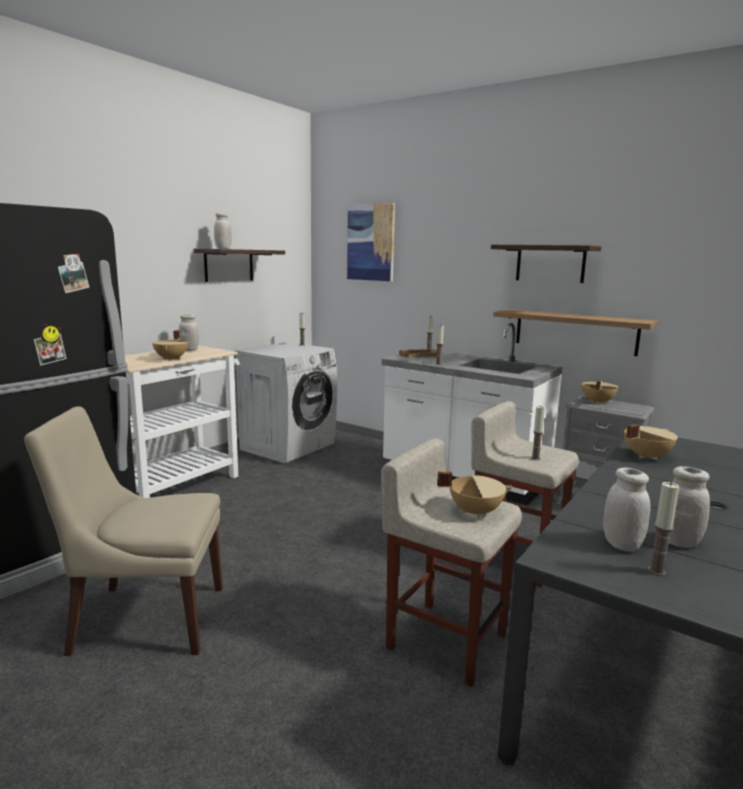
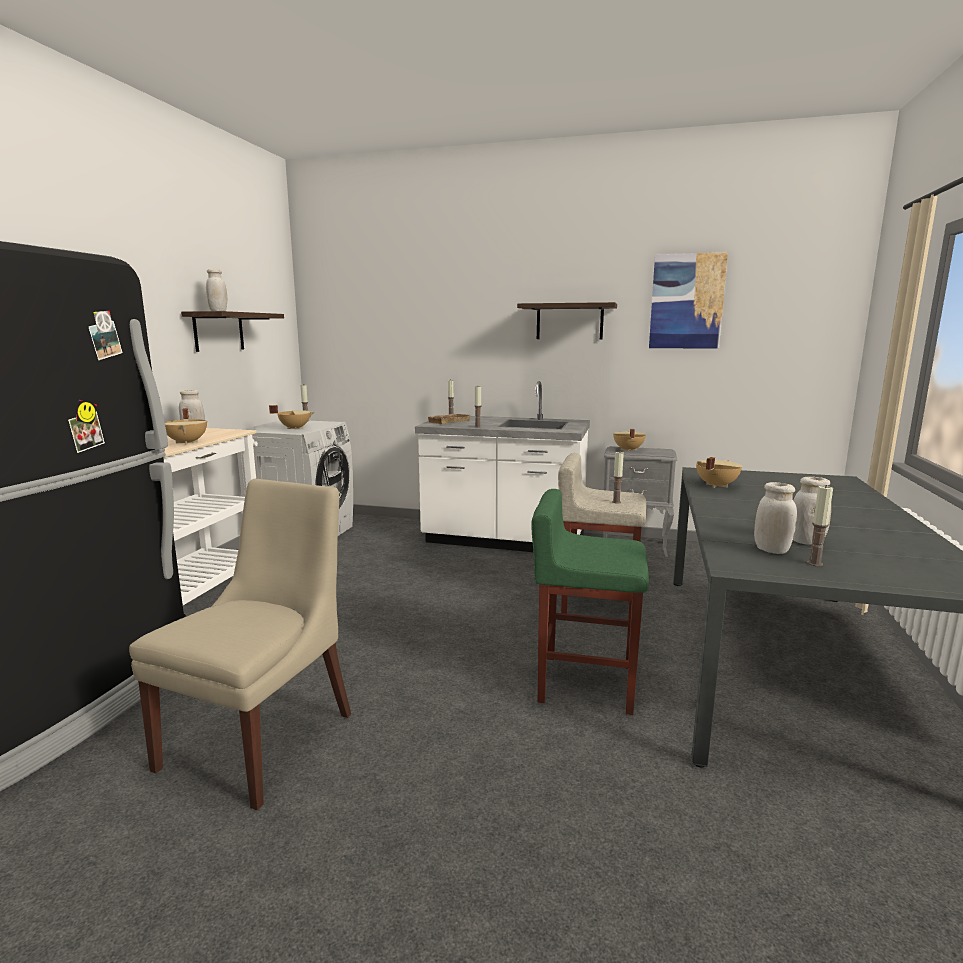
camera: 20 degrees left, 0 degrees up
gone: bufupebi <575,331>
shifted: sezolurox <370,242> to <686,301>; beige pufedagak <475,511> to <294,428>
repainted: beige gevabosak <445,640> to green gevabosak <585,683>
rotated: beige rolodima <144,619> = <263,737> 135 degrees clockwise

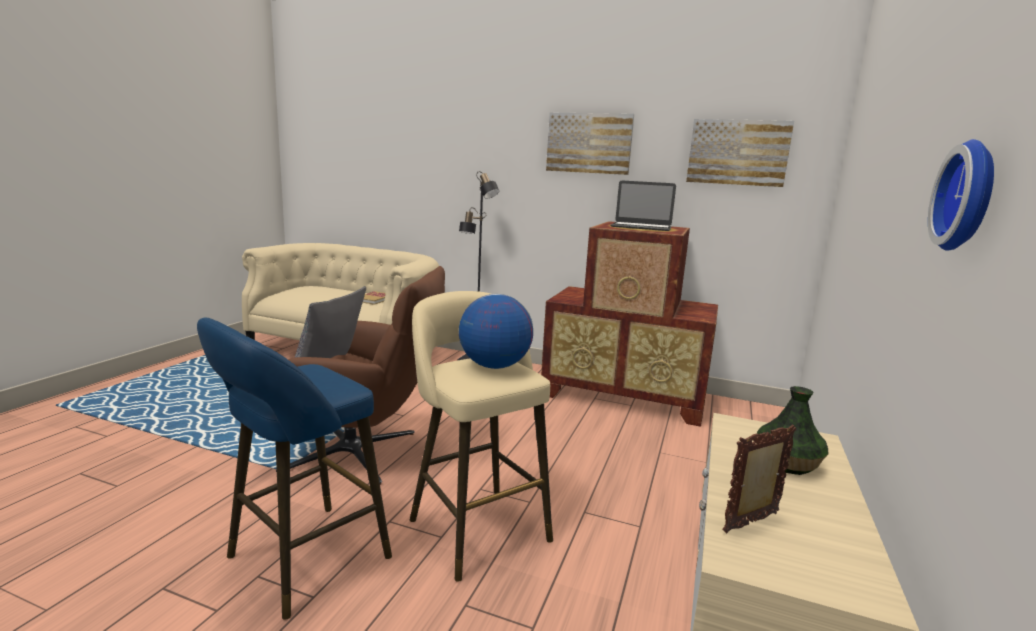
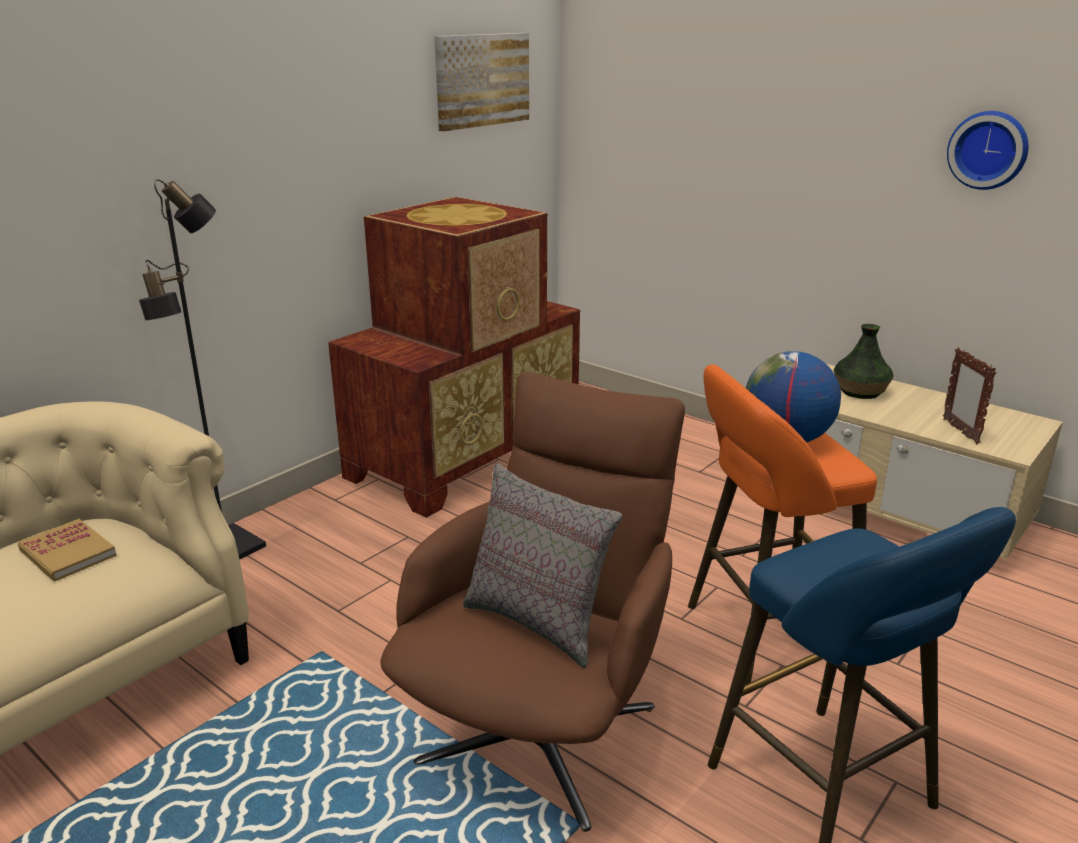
camera: 70 degrees left, 10 degrees up
gone: sezolurox <589,143>; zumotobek <641,227>
repainted: beige gevabosak <475,525> to orange gevabosak <762,635>

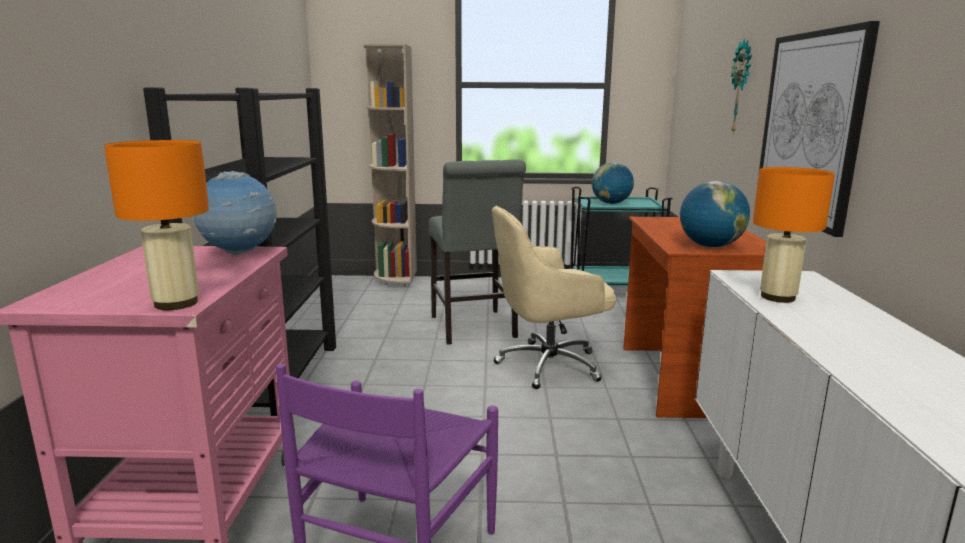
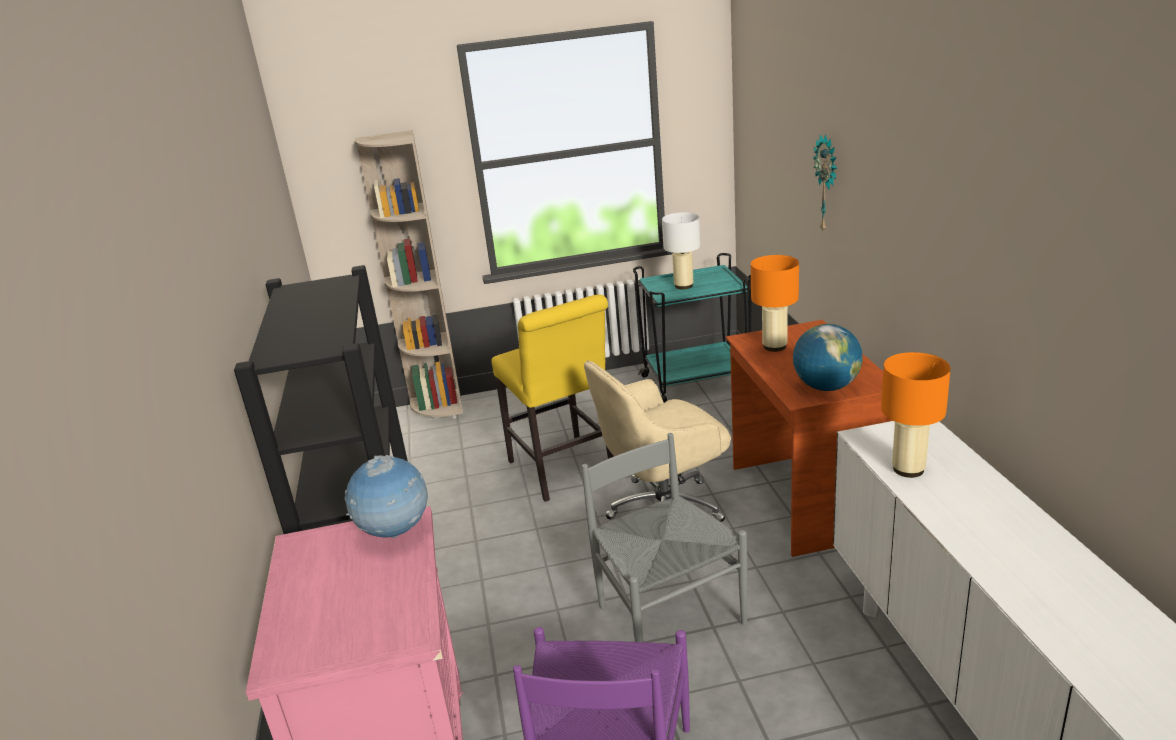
camera: 10 degrees left, 10 degrees up
gone: sezolurox <809,127>
new: grey rolodima <666,616>
shifted: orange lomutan <177,303> to <775,346>
swapped: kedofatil <611,203> to white lomutan <683,286>
repainted: grey gevabosak <473,329> to yellow gevabosak <564,472>

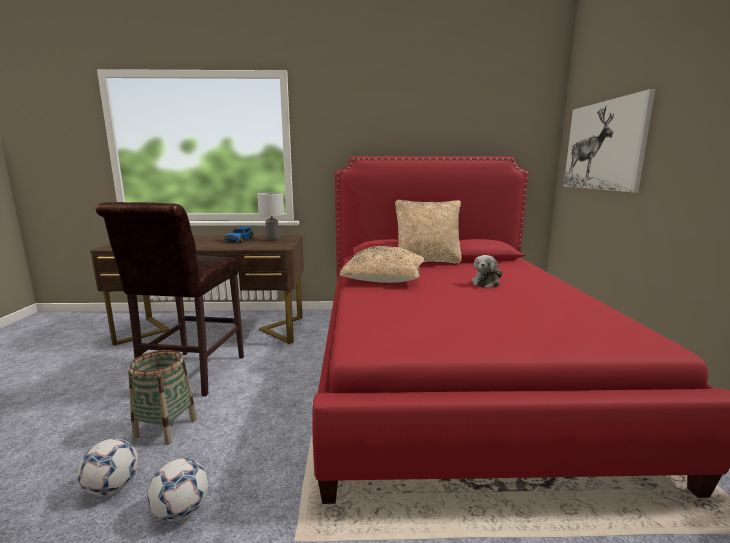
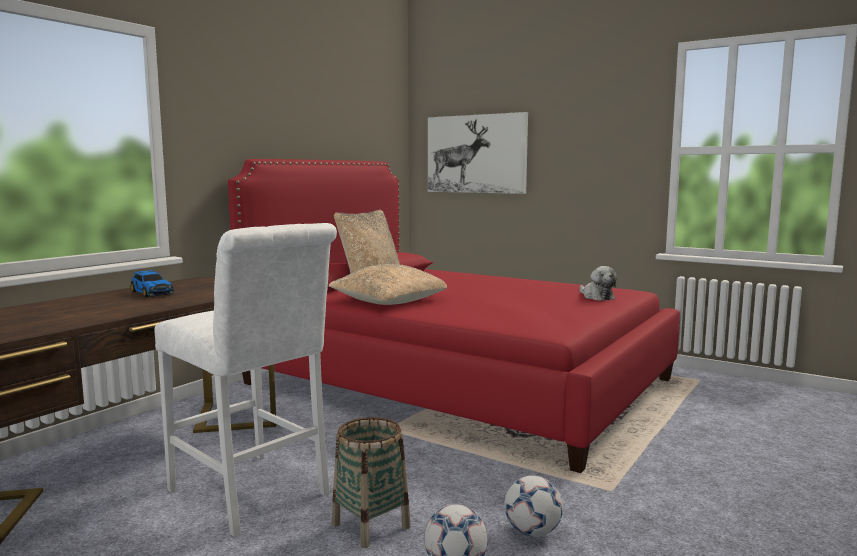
camera: 55 degrees left, 5 degrees down
gone: white lomutan <272,240>
shifted: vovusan <486,283> to <596,297>
repainted: brown gevabosak <190,375> to white gevabosak <252,495>

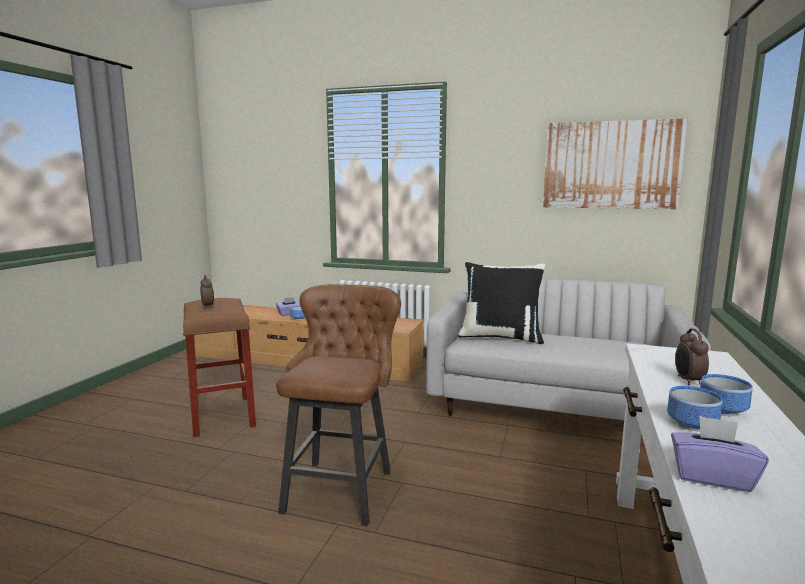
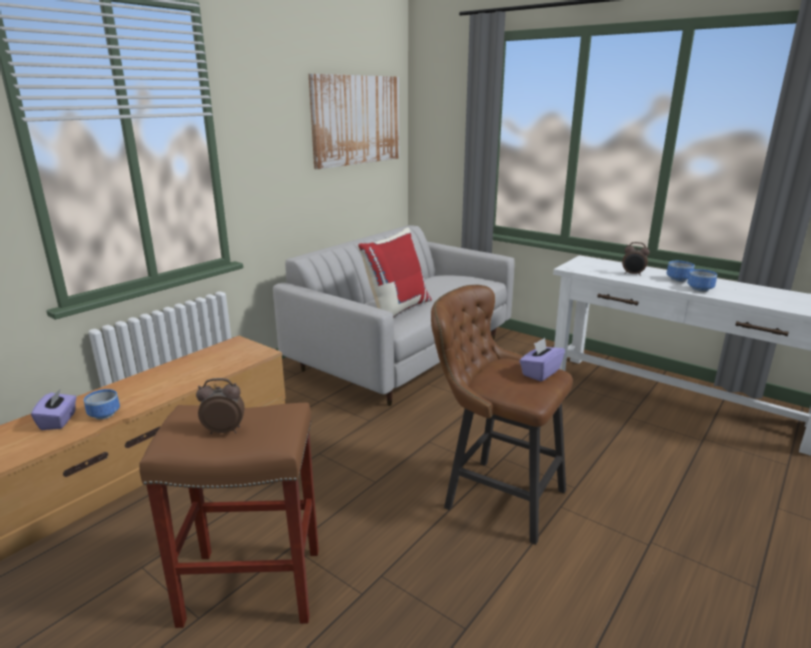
camera: 70 degrees left, 10 degrees up
shifted: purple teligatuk <711,477> to <540,372>
repainted: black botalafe <501,337> to red botalafe <396,309>

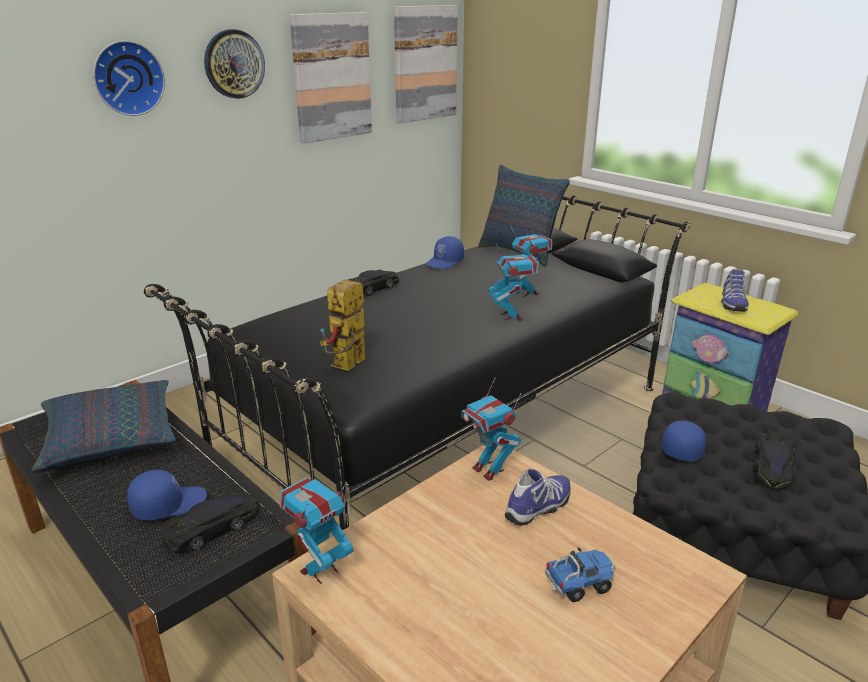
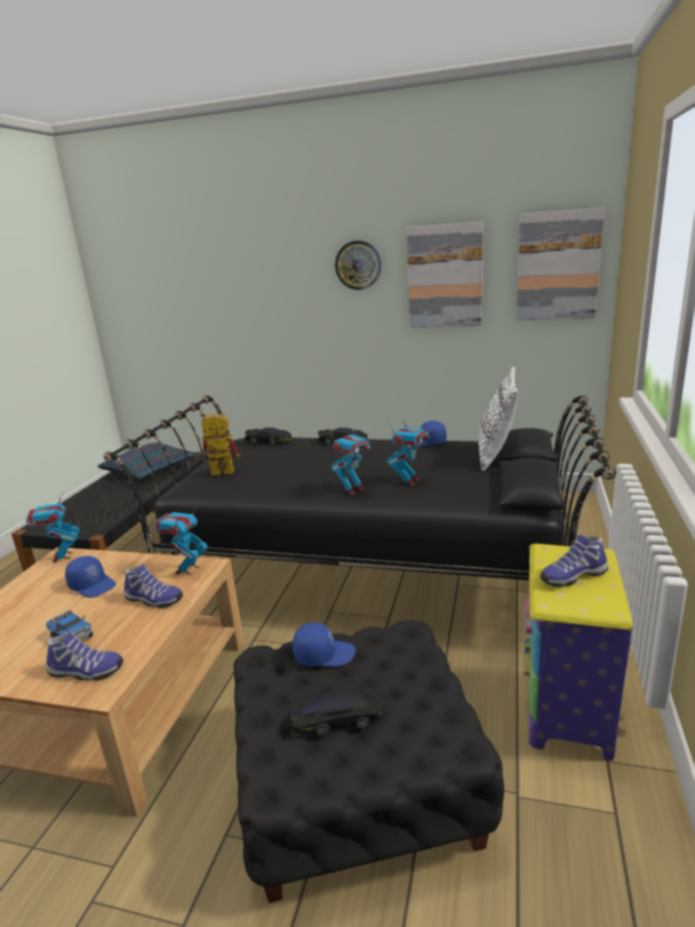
camera: 60 degrees right, 5 degrees down
gone: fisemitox <127,78>
new: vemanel <85,672>
shifted: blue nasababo <169,504> to <93,585>; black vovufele <212,528> to <269,441>
repainted: blue botalafe <519,253> to white botalafe <496,455>
rotated: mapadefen <320,570> = <62,557> 120 degrees counterclockwise

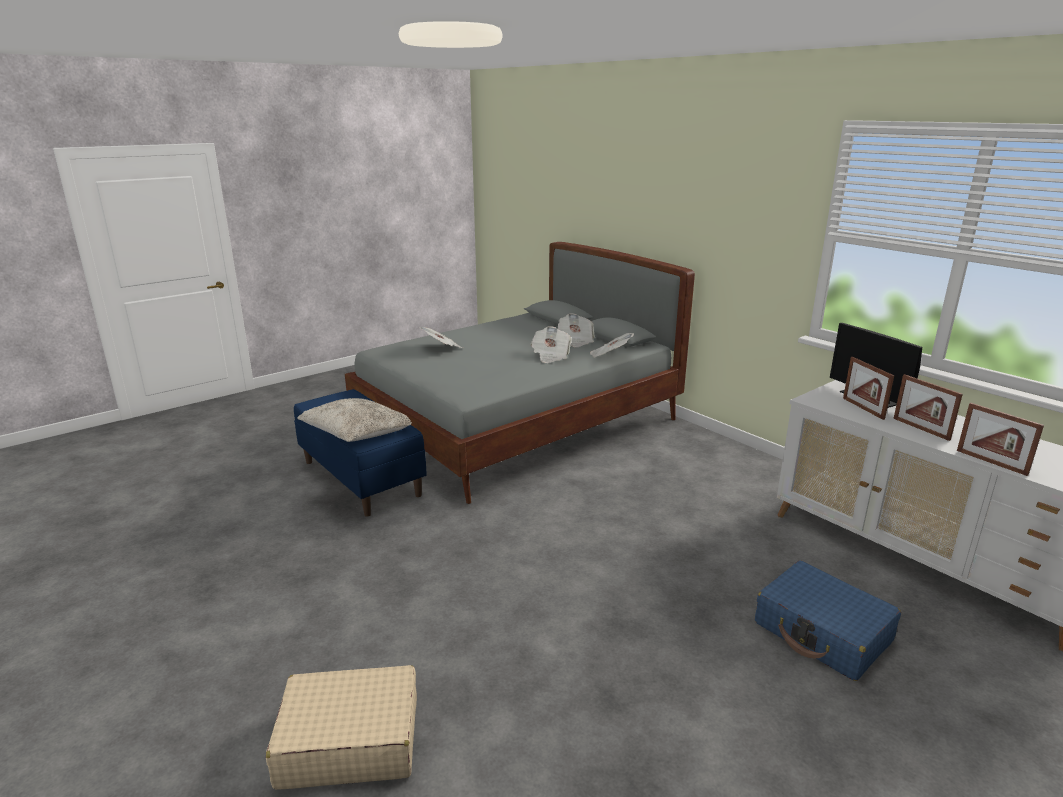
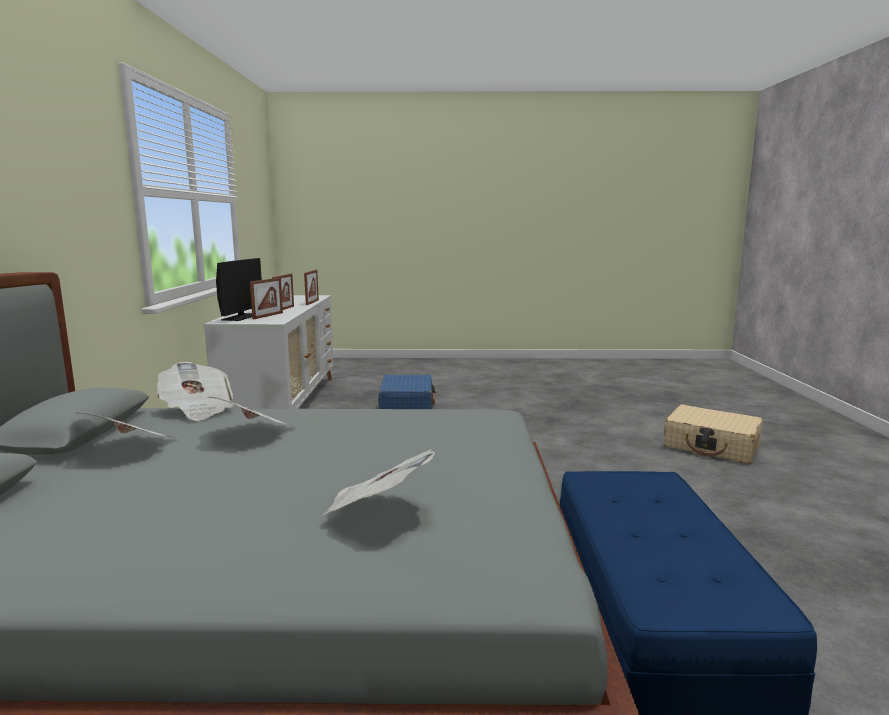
camera: 140 degrees left, 10 degrees down
gone: beige botalafe <357,433>

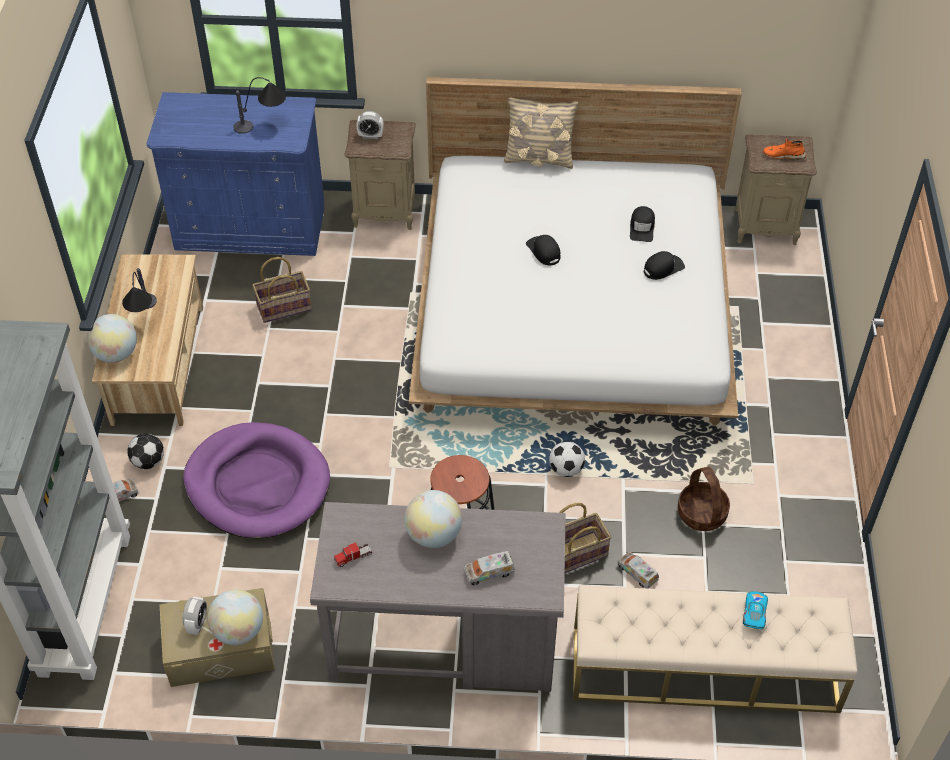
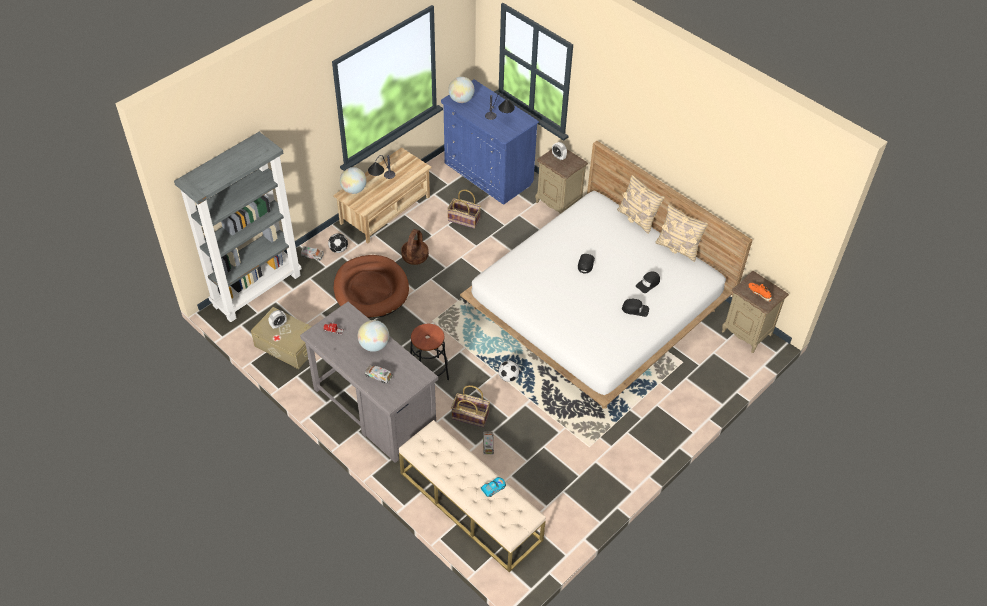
camera: 40 degrees right, 0 degrees up
new: beige botalafe <677,248>
shifted: kedofatil <238,631> to <461,100>; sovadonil <702,513> to <415,256>
repainted: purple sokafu <257,484> to brown sokafu <371,289>

